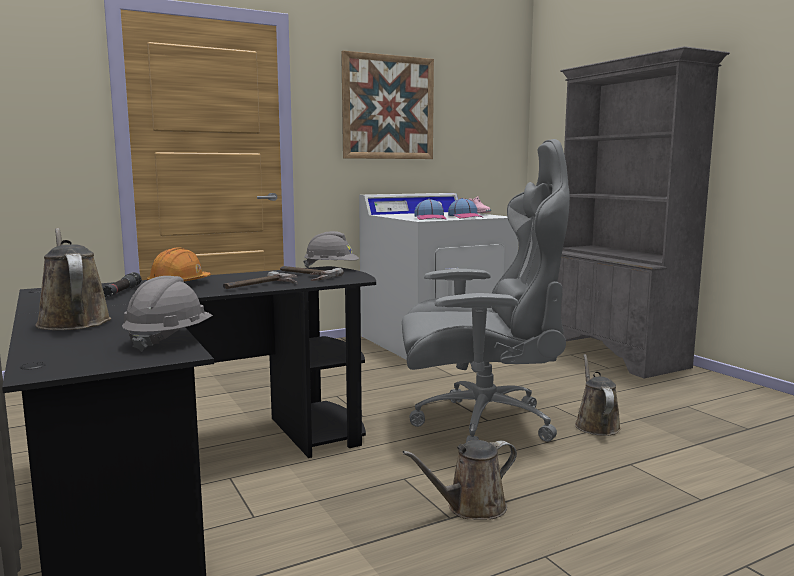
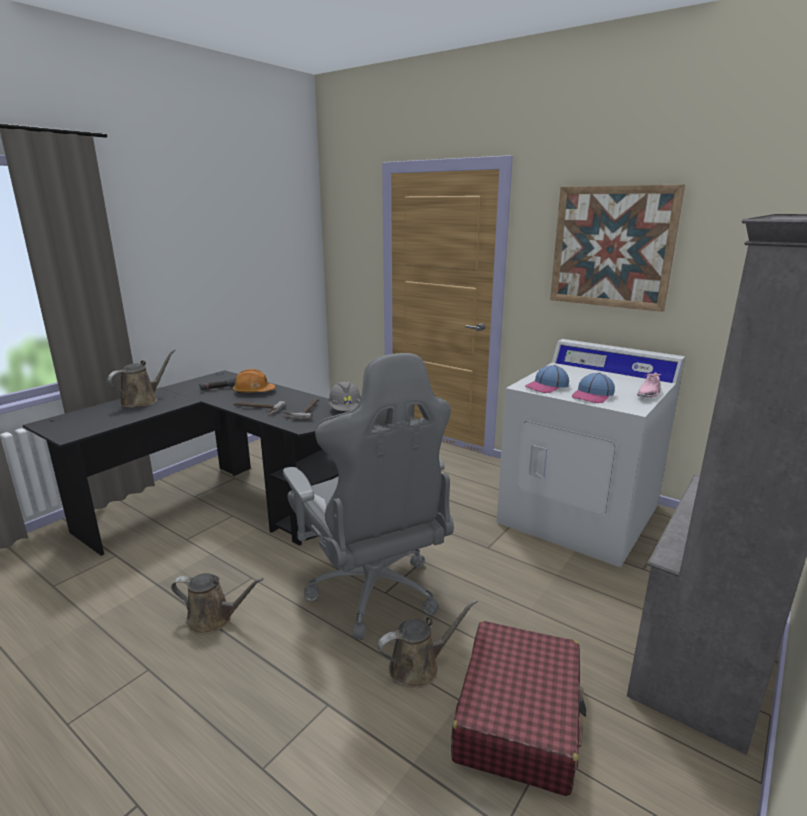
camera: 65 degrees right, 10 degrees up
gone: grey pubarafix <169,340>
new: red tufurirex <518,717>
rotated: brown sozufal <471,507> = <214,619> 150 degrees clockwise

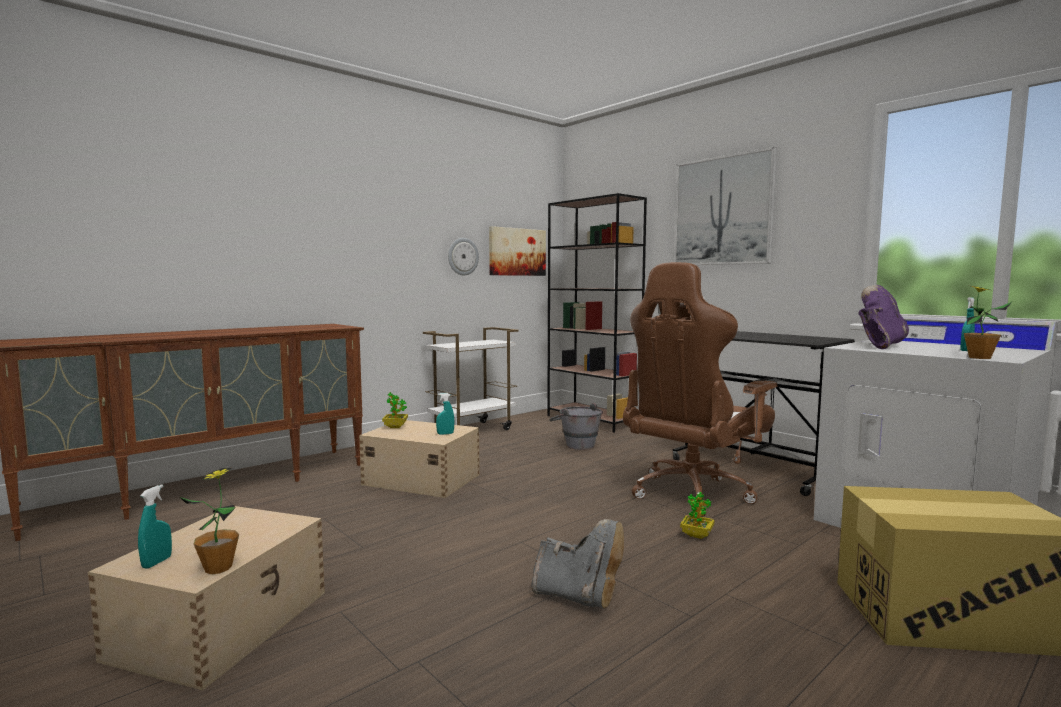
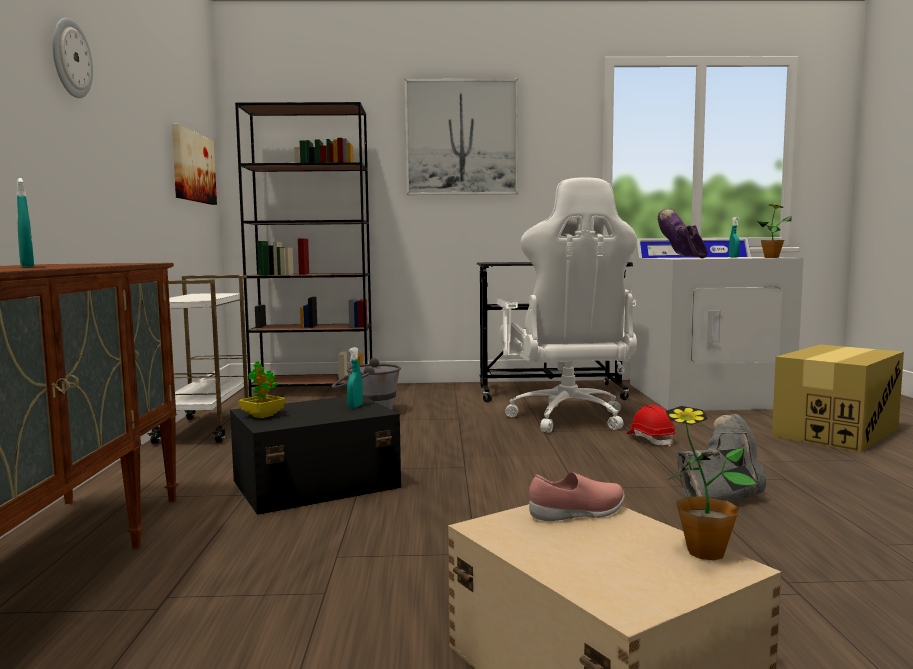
camera: 50 degrees left, 0 degrees up
new: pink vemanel <578,514>
shifted: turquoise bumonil <157,562> to <27,266>; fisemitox <462,256> to <70,58>
swapped: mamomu <697,535> to red pubarafix <650,439>
repainted: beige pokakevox <421,479> to black pokakevox <313,484>; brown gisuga <694,491> to white gisuga <565,417>

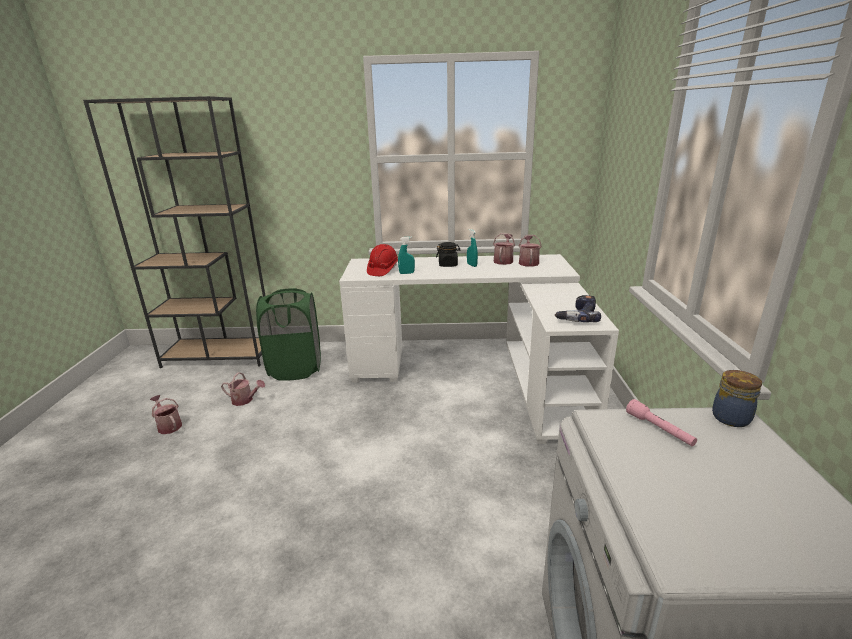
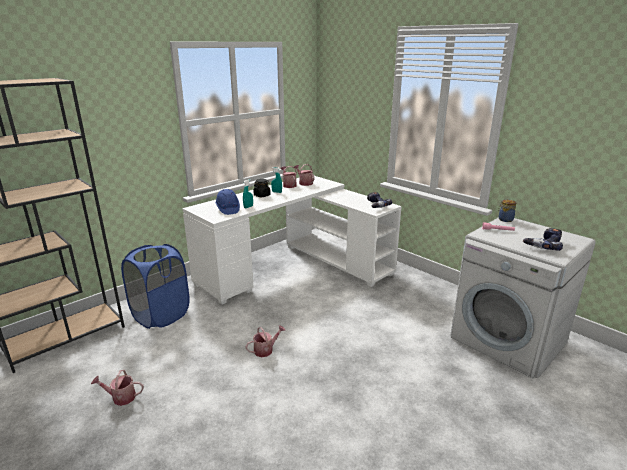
camera: 45 degrees left, 0 degrees up
new: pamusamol <543,244>
shifted: sozufal <245,400> to <266,350>
repainted: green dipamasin <296,369> to blue dipamasin <161,315>; red pubarafix <383,270> to blue pubarafix <227,209>

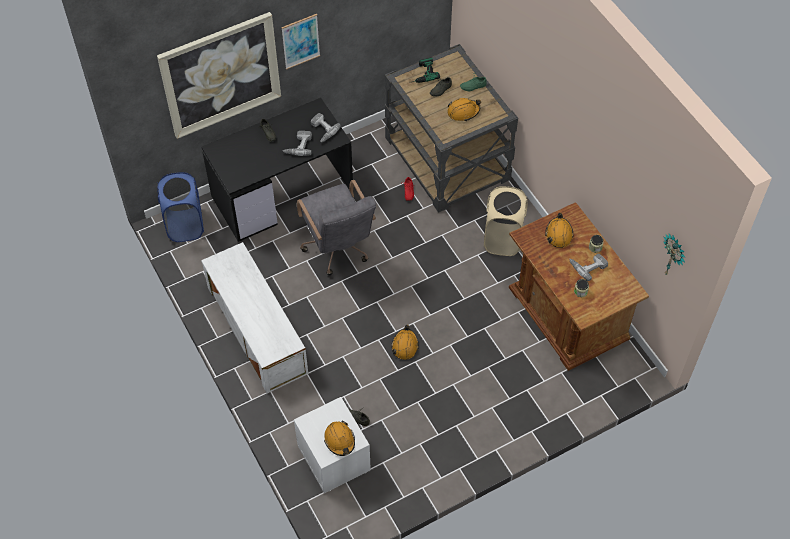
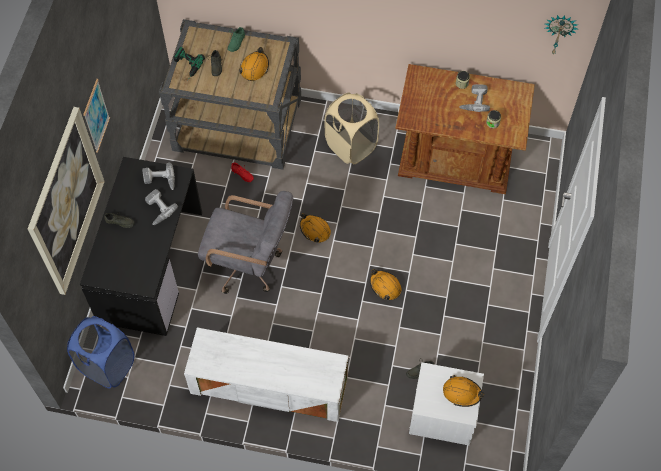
camera: 50 degrees left, 5 degrees up
shifted: orange pubarafix <558,234> to <315,230>

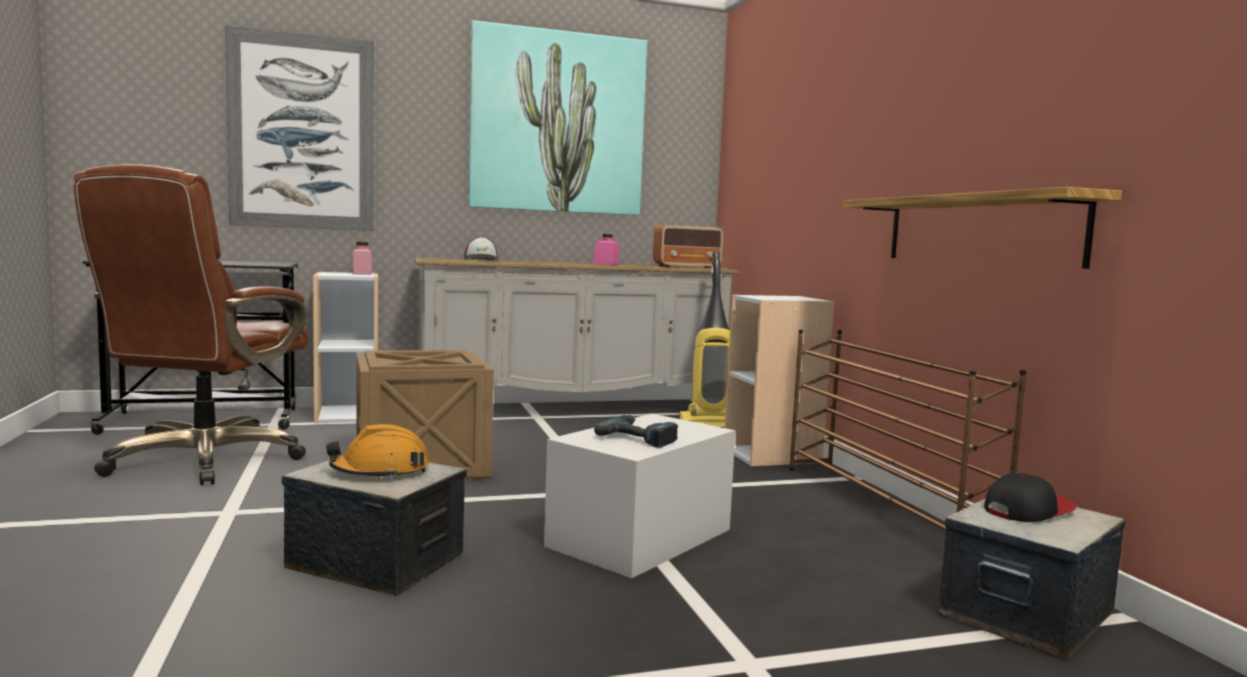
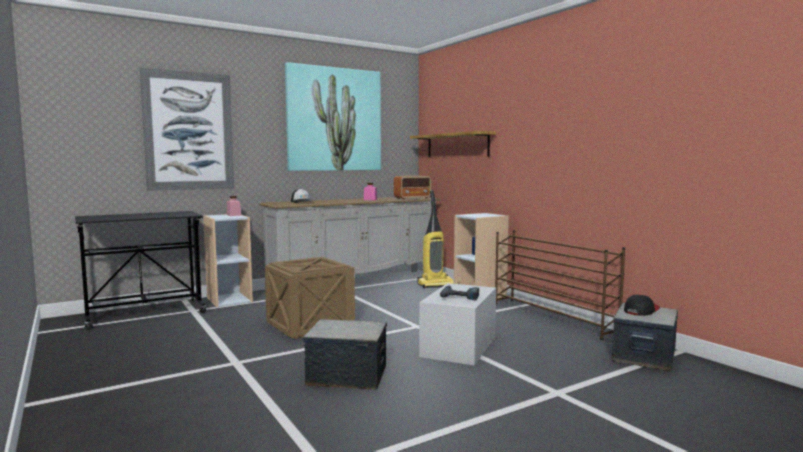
camera: 15 degrees left, 0 degrees up
gone: brown gisuga <205,459>; orange pubarafix <380,471>
shifted: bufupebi <978,230> to <457,145>

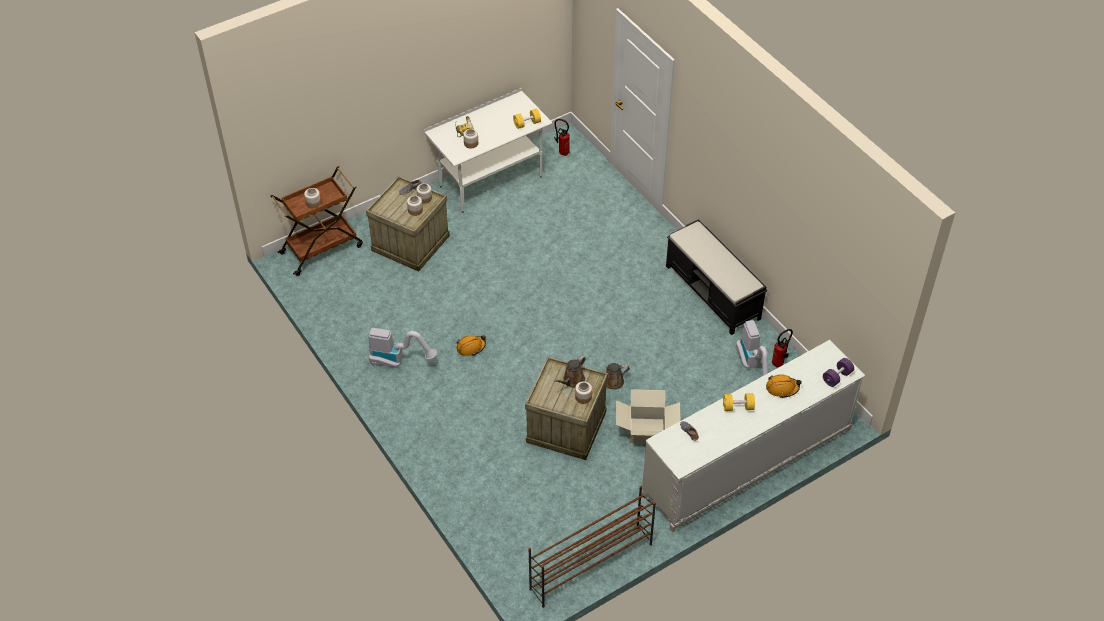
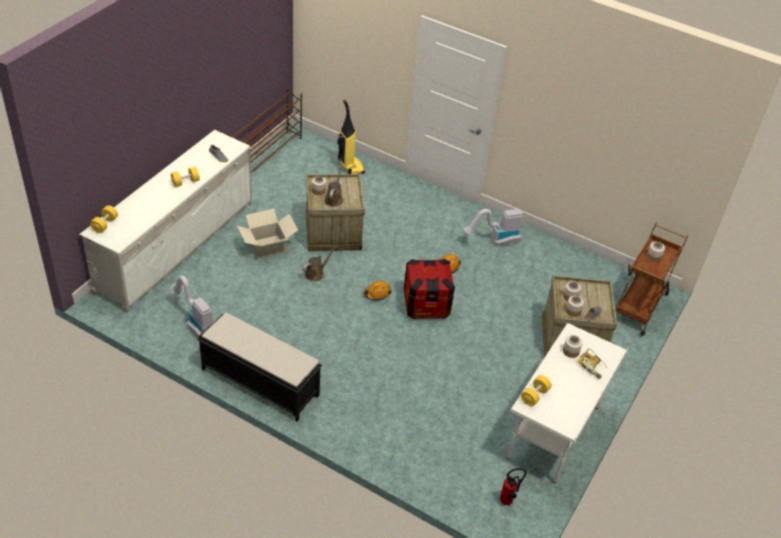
camera: 150 degrees right, 5 degrees down
gone: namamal <779,363>
new: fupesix <350,166>; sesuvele <426,305>
shifted: orange pubarafix <782,388> to <377,293>
repainted: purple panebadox <837,377> to yellow panebadox <105,224>

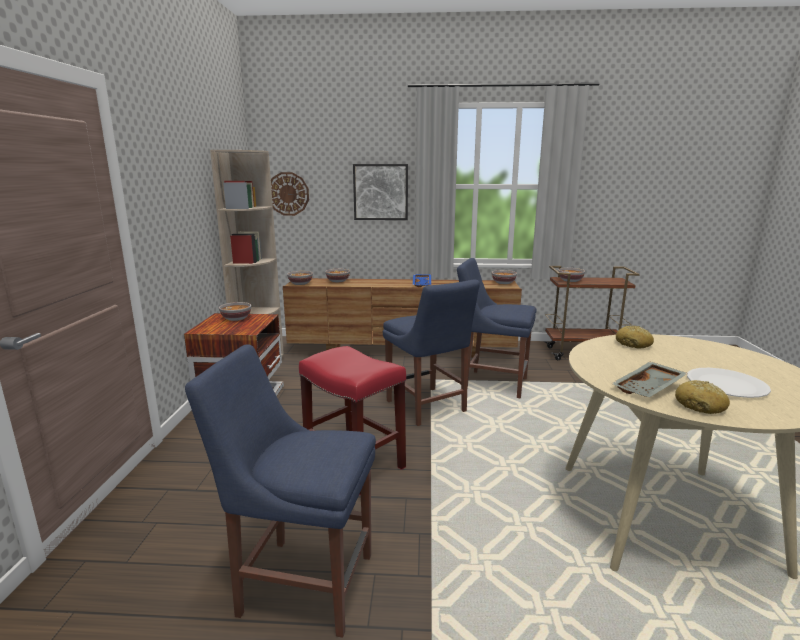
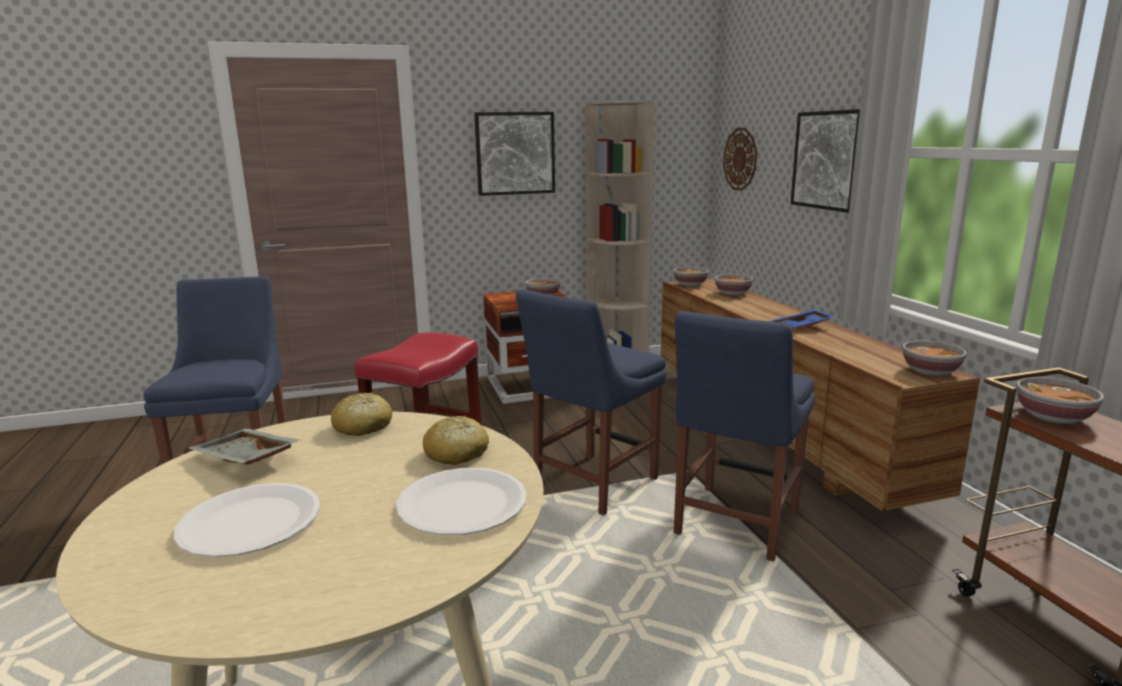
camera: 70 degrees right, 0 degrees up
new: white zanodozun <462,504>; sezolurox <515,153>
shifted: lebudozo <700,406> to <363,427>
rotated: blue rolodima <492,383> = <734,525> 150 degrees counterclockwise

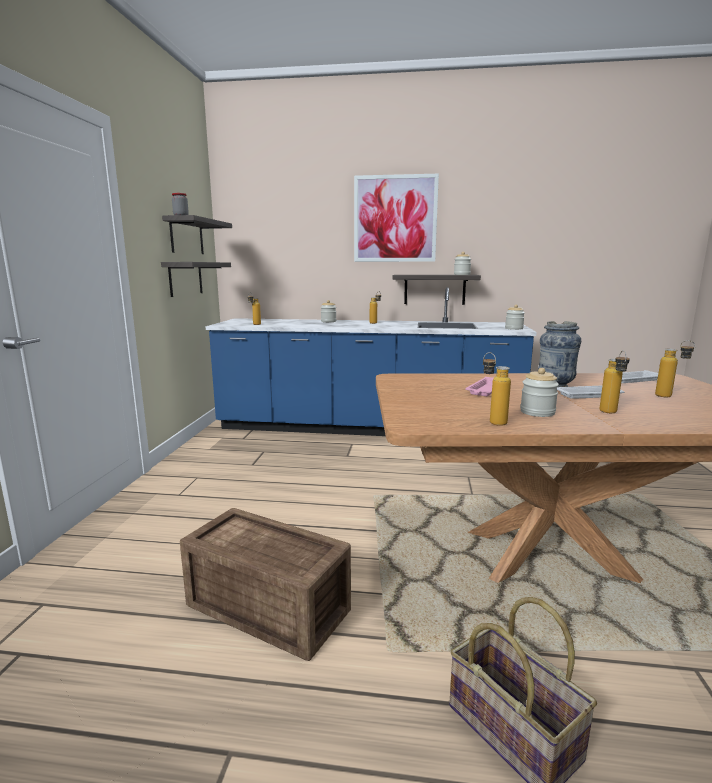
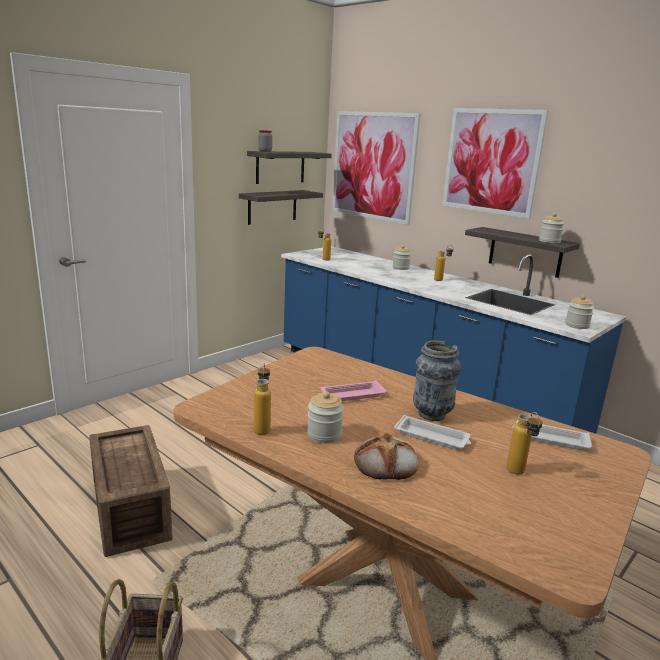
camera: 35 degrees right, 5 degrees up
new: sezolurox <373,166>
swapped: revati <610,413> to lebudozo <386,463>

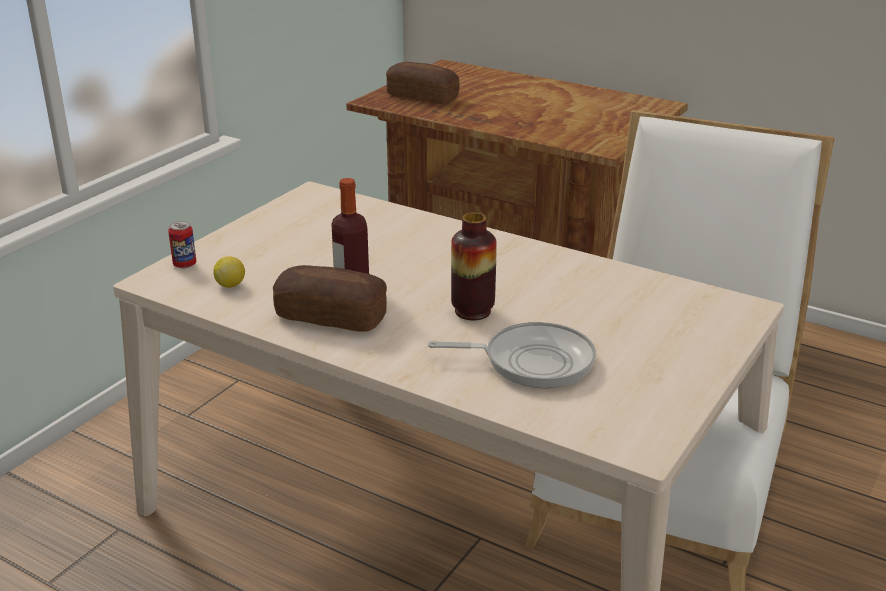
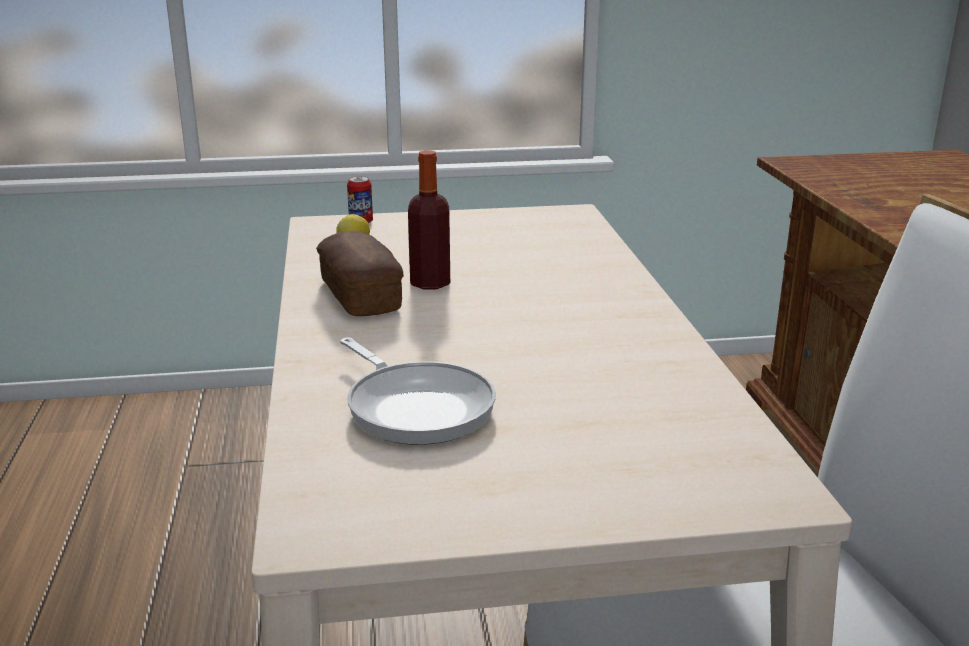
camera: 50 degrees right, 5 degrees down
gone: lebudozo <422,97>; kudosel <472,311>

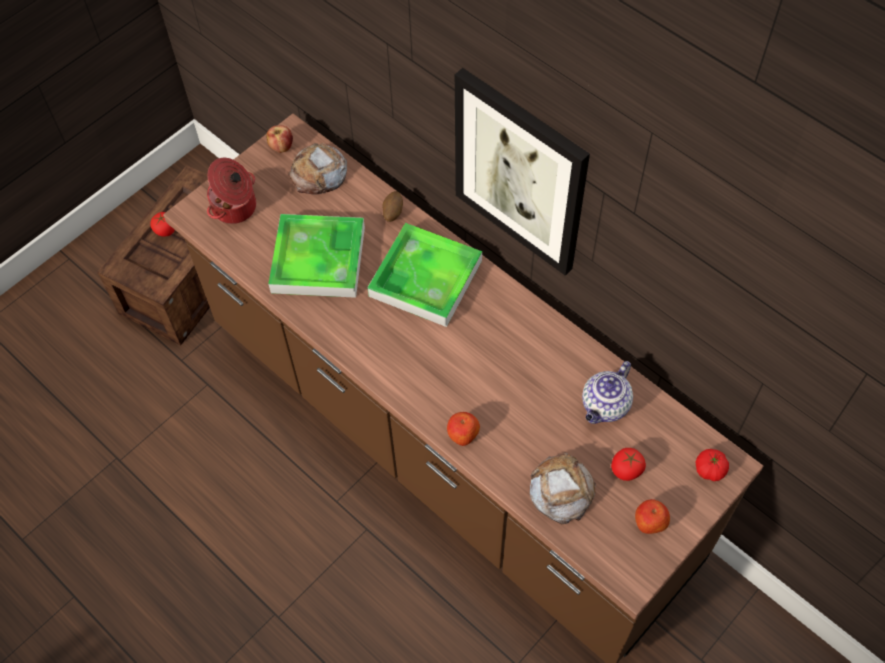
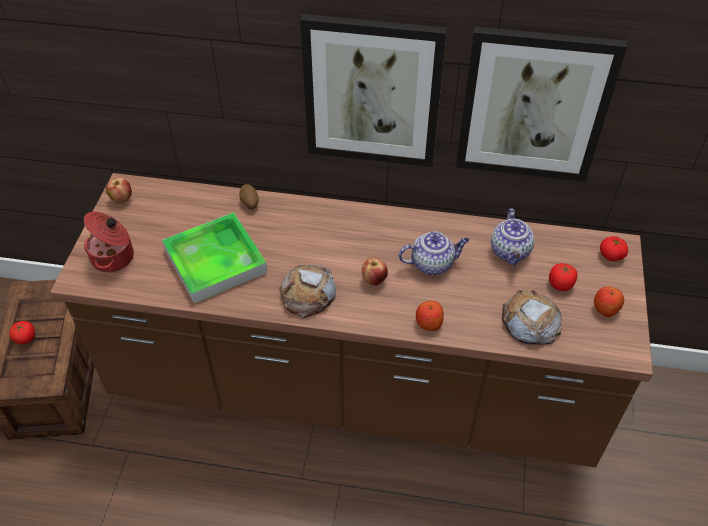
camera: 35 degrees left, 10 degrees down
gone: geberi <425,278>
new: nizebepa <374,280>; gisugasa <432,263>; sezolurox <533,106>
shifted: lebudozo <319,173> to <308,294>

